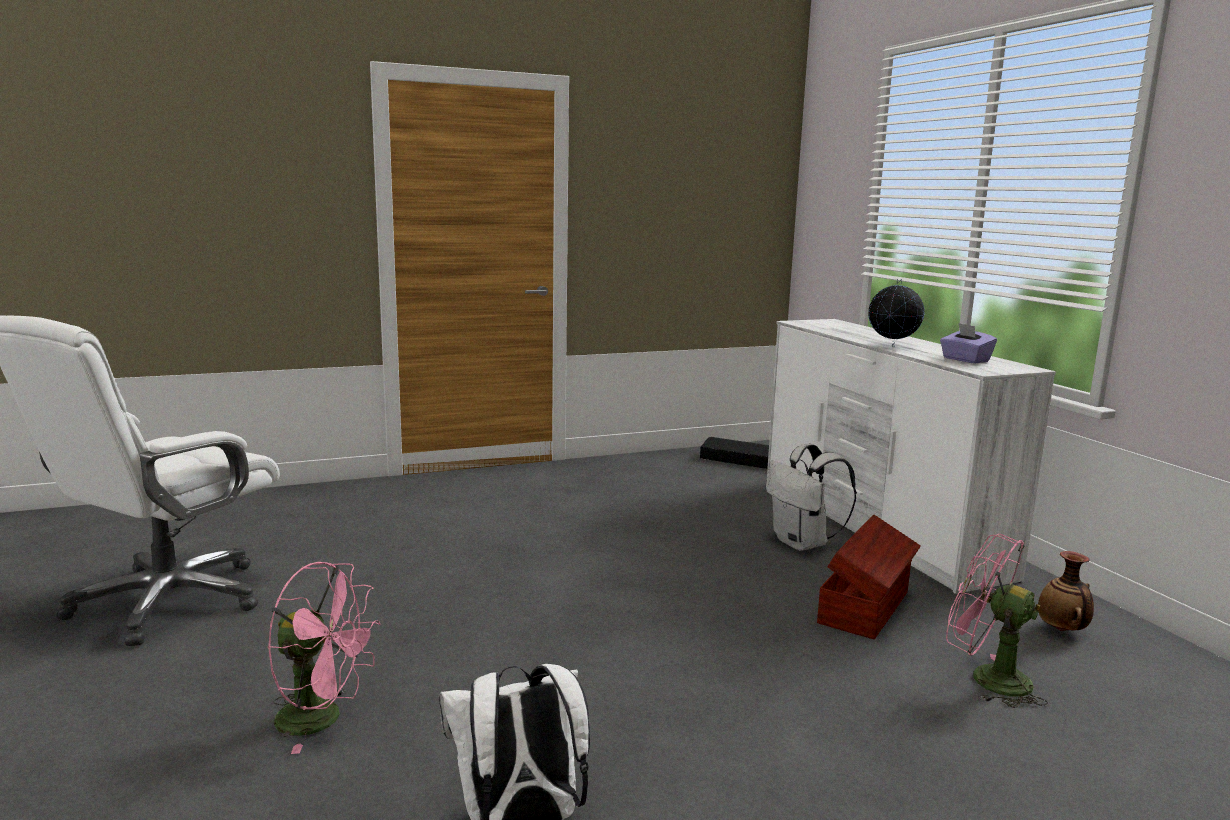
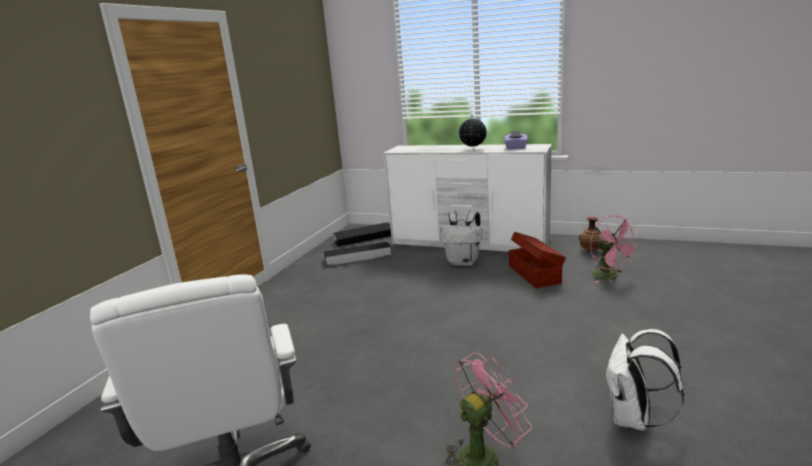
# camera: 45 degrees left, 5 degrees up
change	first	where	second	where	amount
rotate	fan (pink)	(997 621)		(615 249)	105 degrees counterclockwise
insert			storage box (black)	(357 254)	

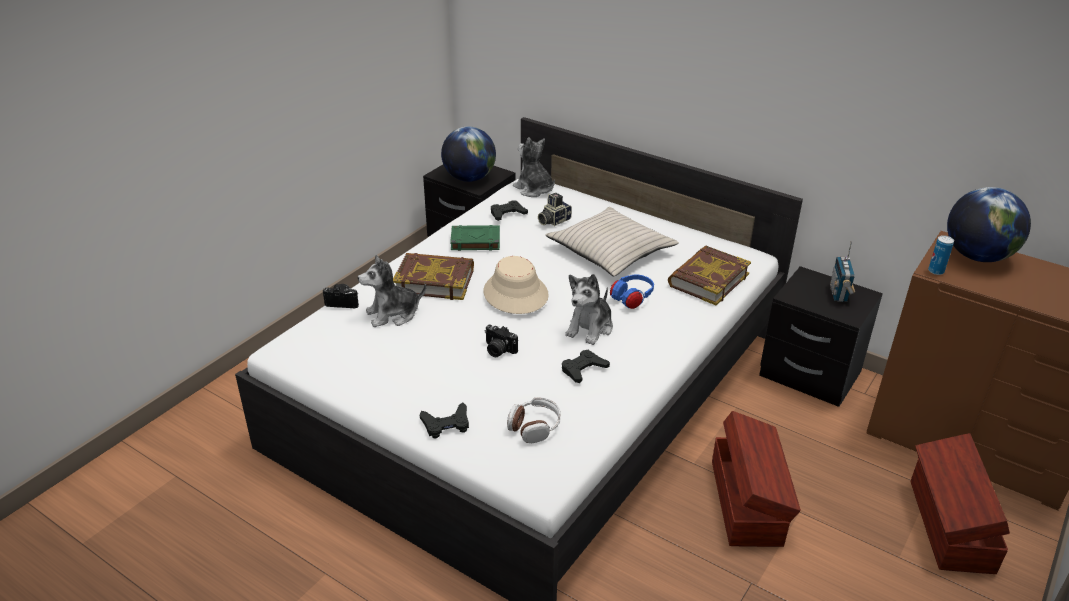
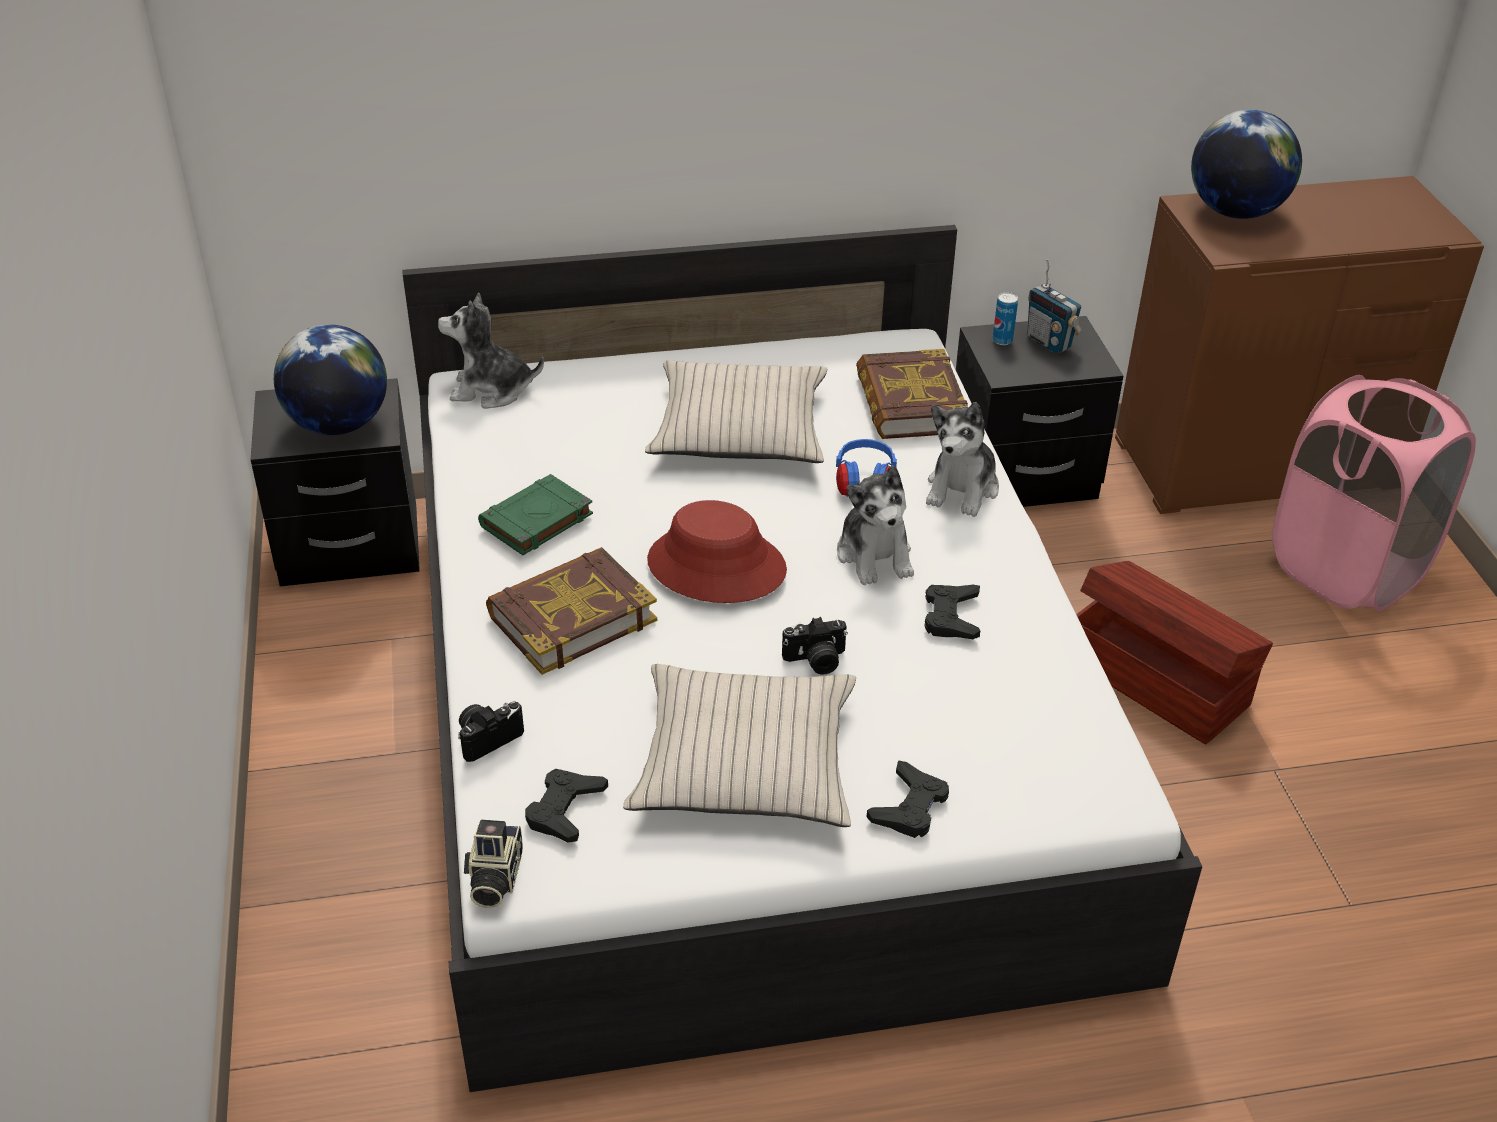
# camera: 45 degrees left, 5 degrees up
change	first	where	second	where	amount
move	photo camera	(555 209)		(493 864)	
move	game controller (black)	(509 211)		(566 806)	
move	can	(941 255)		(1005 318)	
move	plush toy	(392 290)		(962 459)	
recolor	hat (beige)	(516 285)	hat (red)	(717 551)	
delete	headphones	(534 420)			
replace	storage box (brown)	(960 503)	laundry basket (pink)	(1374 493)	
insert			pillow (beige)	(739 745)	

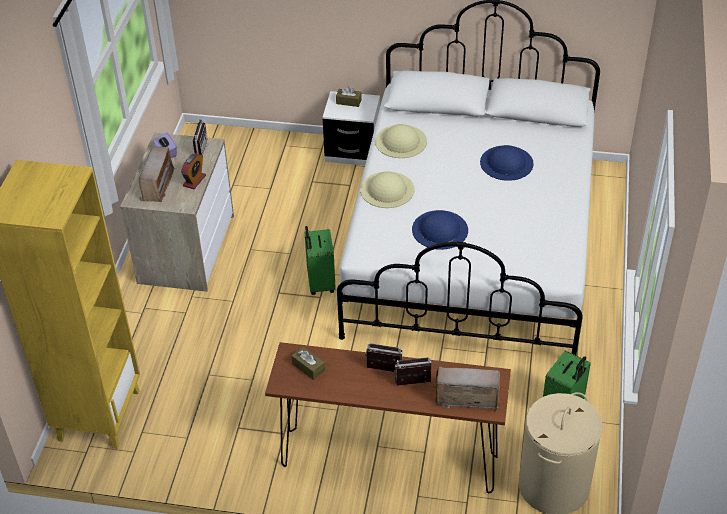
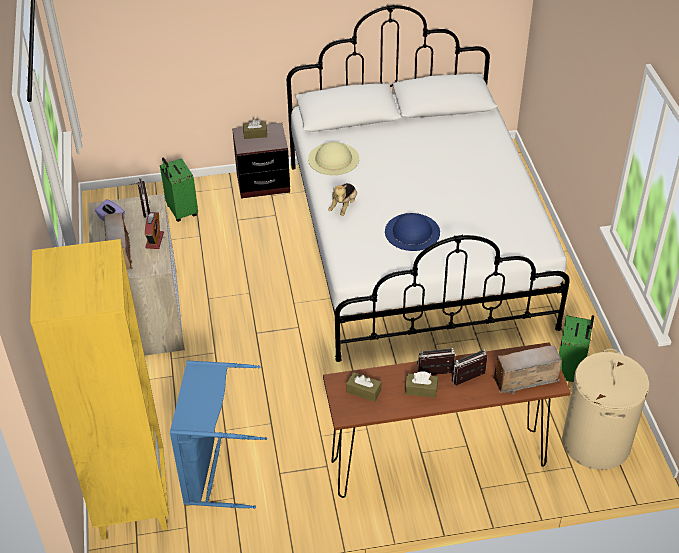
# camera: 20 degrees left, 0 degrees up
change	first	where	second	where	amount
recolor	nightstand (white)	(351 128)	nightstand (brown)	(261 161)	
delete	hat (blue)	(507 163)			
replace	hat (beige)	(387 189)	plush toy	(342 199)	
move	suitcase (green)	(320 260)		(179 190)	
insert			laundry basket (blue)	(218 434)	
insert			tissue box (brown)	(421 384)	

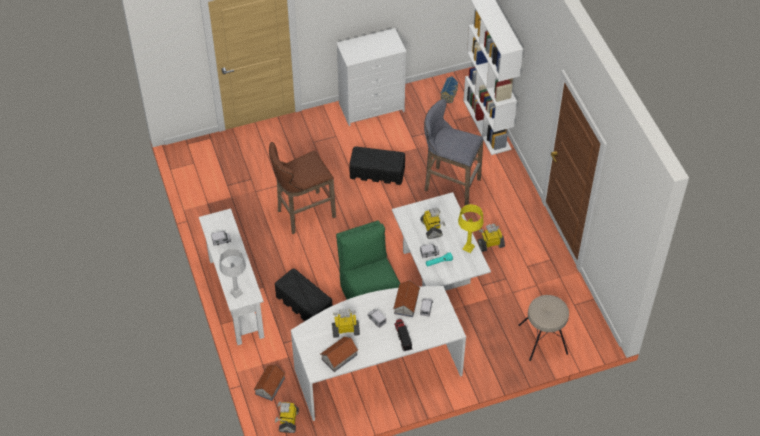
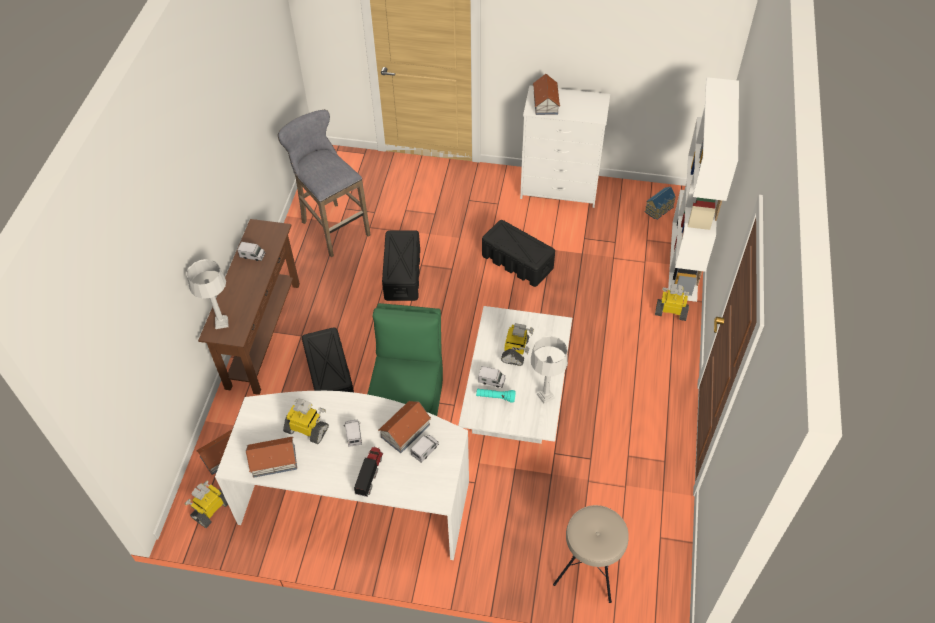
# camera: 30 degrees right, 0 degrees up
change	first	where	second	where	amount
move	stool (grey)	(454 152)		(324 183)	
replace	stool (brown)	(302 188)	storage box (black)	(401 265)	
recolor	table lamp (yellow)	(471 228)	table lamp (grey)	(549 370)	
recolor	console table (white)	(231 276)	console table (brown)	(249 307)	
move	toy robot	(491 238)		(672 302)	
insert			toy house	(546 94)	

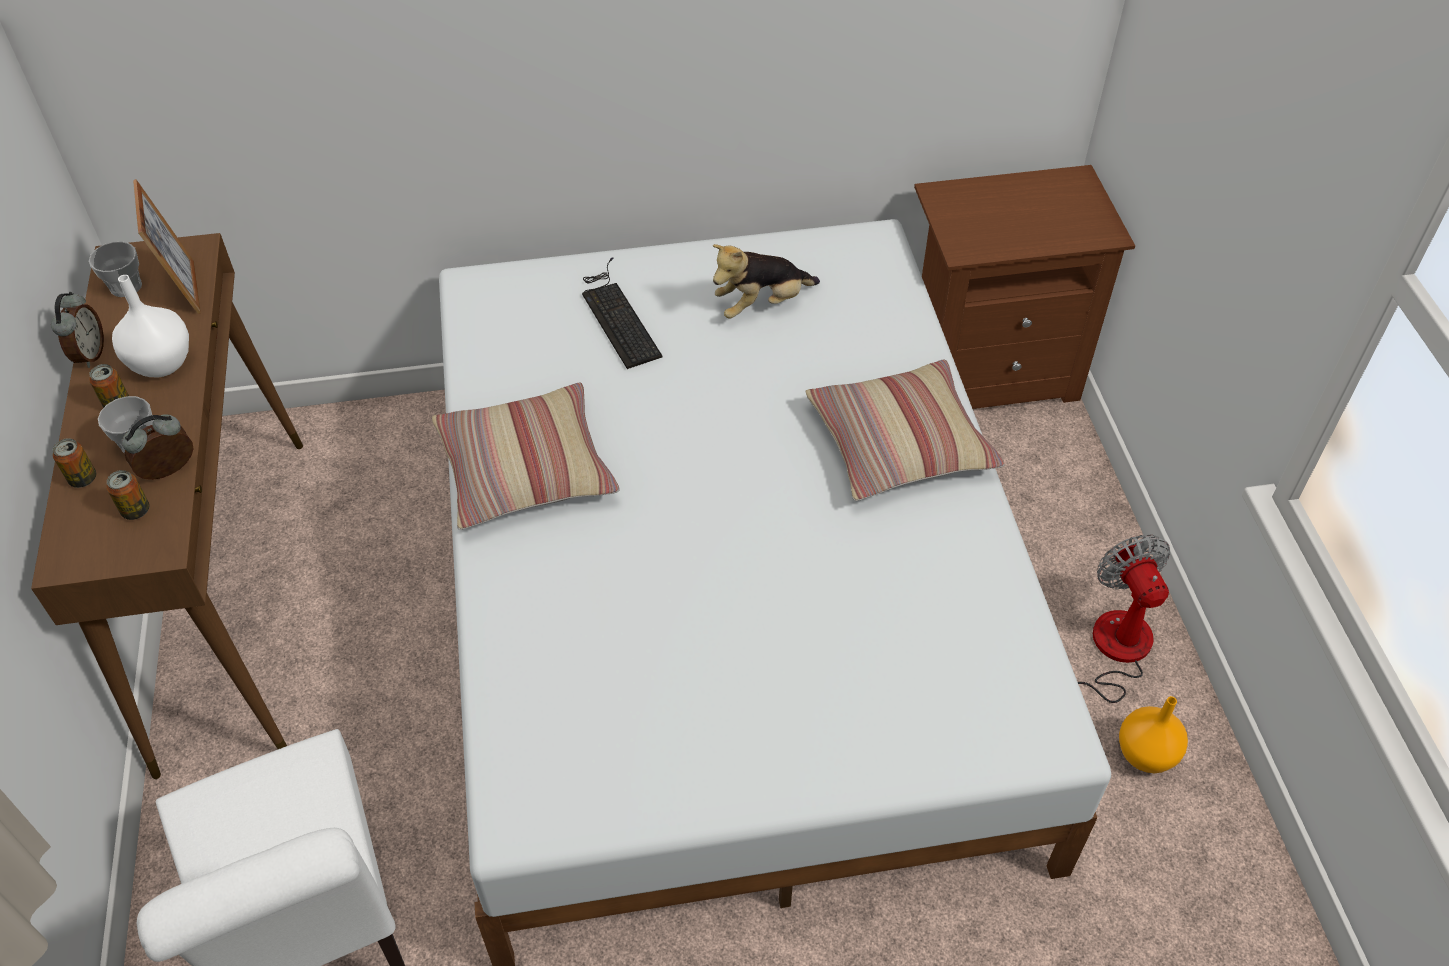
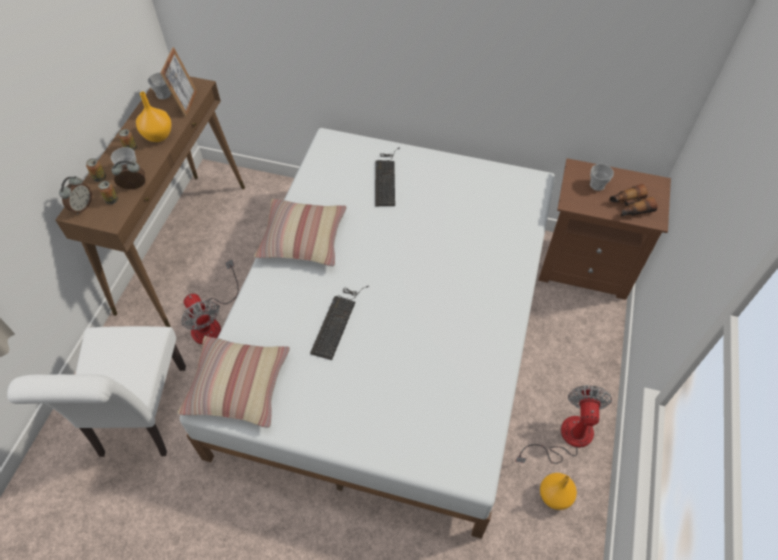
# camera: 25 degrees right, 5 degrees up
change	first	where	second	where	amount
delete	plush toy	(766 281)			
recolor	vase (white)	(150 326)	vase (orange)	(154 117)	
move	alarm clock	(77 330)		(75 195)	
move	pillow	(905 430)		(234 382)	
insert			cup	(602 177)	
insert			binoculars	(633 200)	
insert			fan	(210 302)	
insert			keyboard	(339 323)	

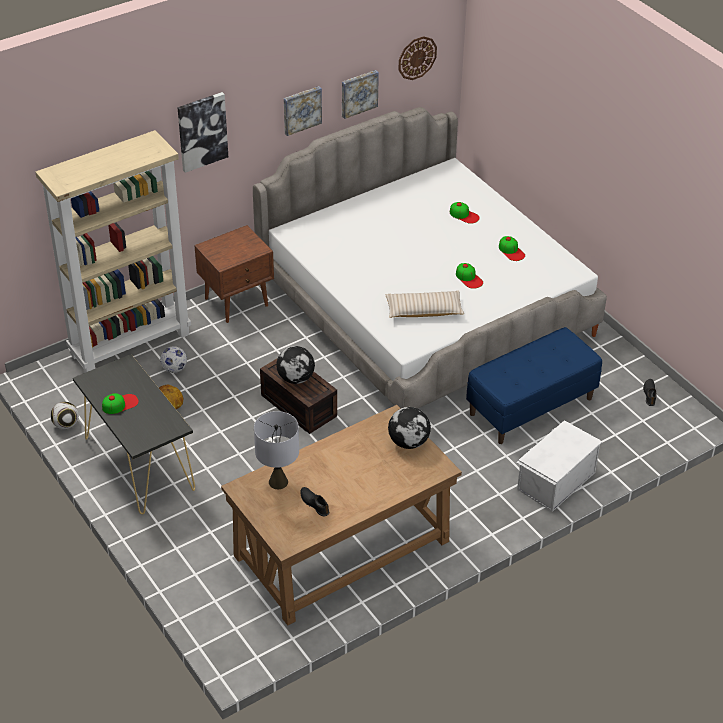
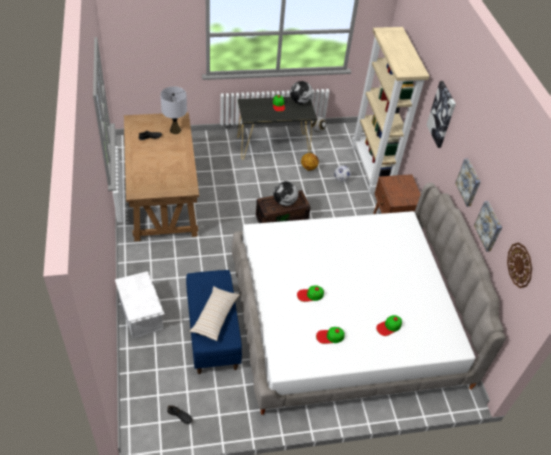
# camera: 110 degrees right, 5 degrees up
change	first	where	second	where	amount
move	pillow (beige)	(424 304)		(214 313)	
move	globe	(409 428)		(301 92)	

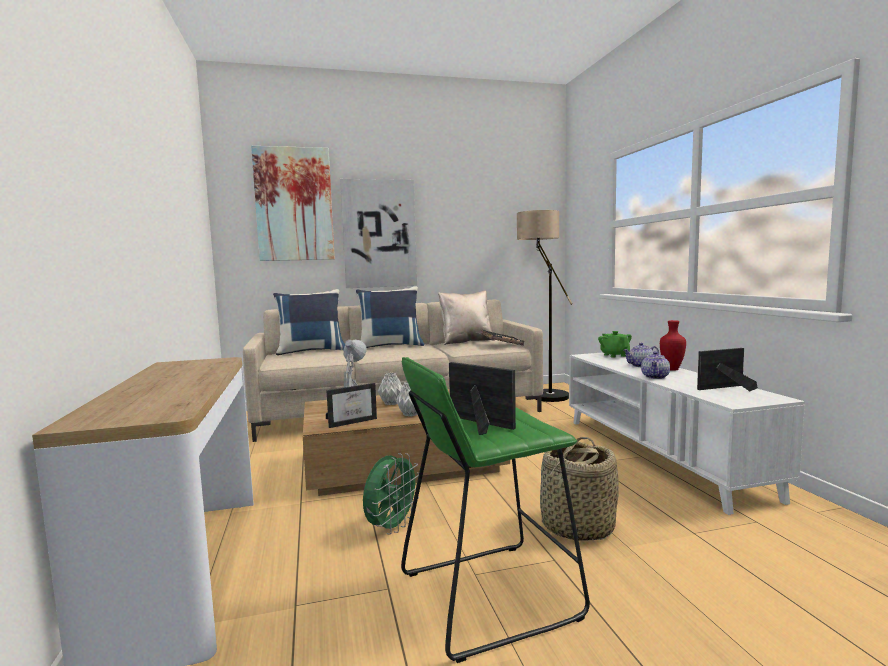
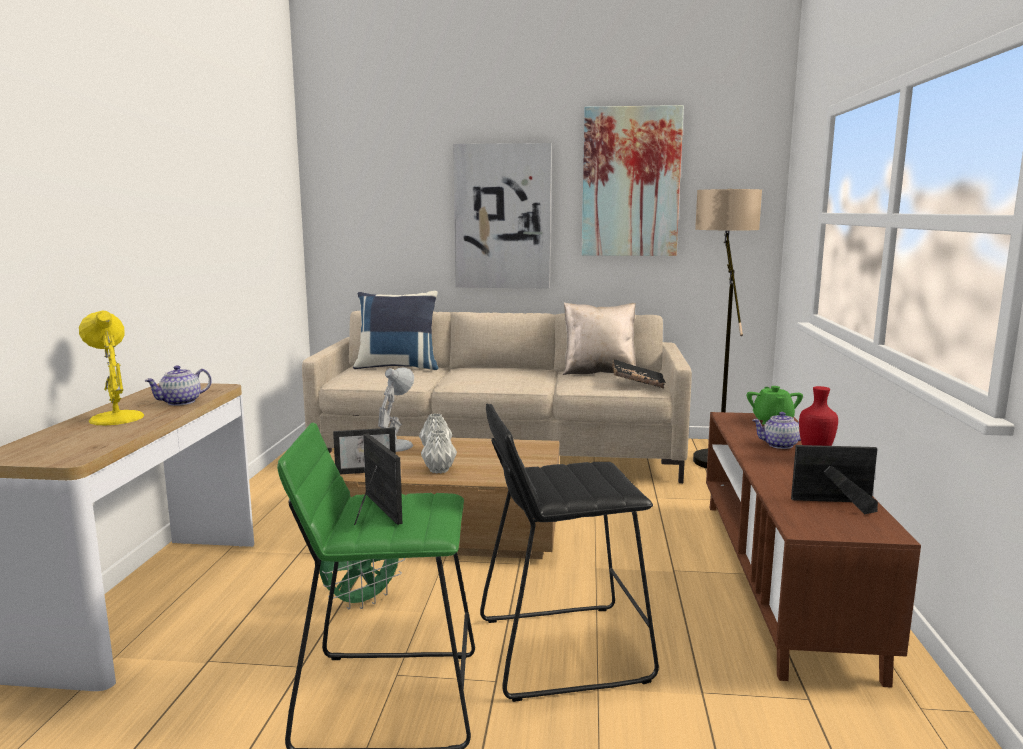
# camera: 20 degrees right, 5 degrees up
change	first	where	second	where	amount
move	picture	(293 203)		(633 180)	
delete	pillow (blue)	(390 317)			
move	teapot	(655 365)		(178 385)	
recolor	tv stand (white)	(687 434)	tv stand (brown)	(813 550)	
replace	basket	(579 489)	stool (black)	(569 552)	
insert			table lamp (yellow)	(112 368)	

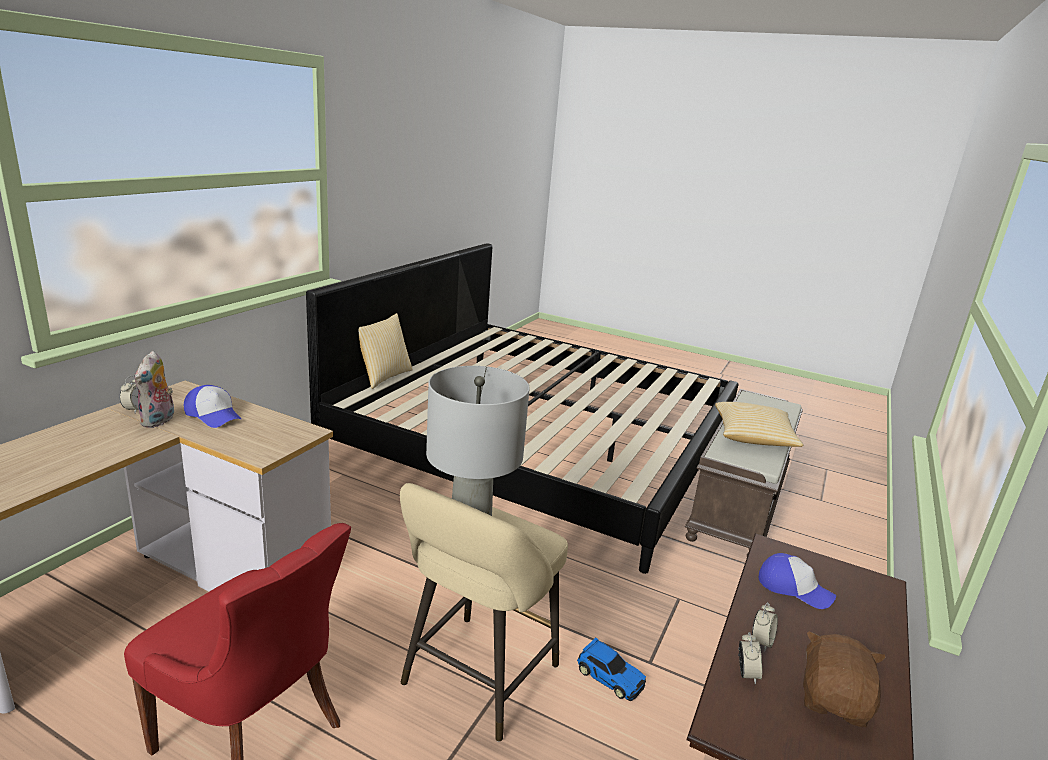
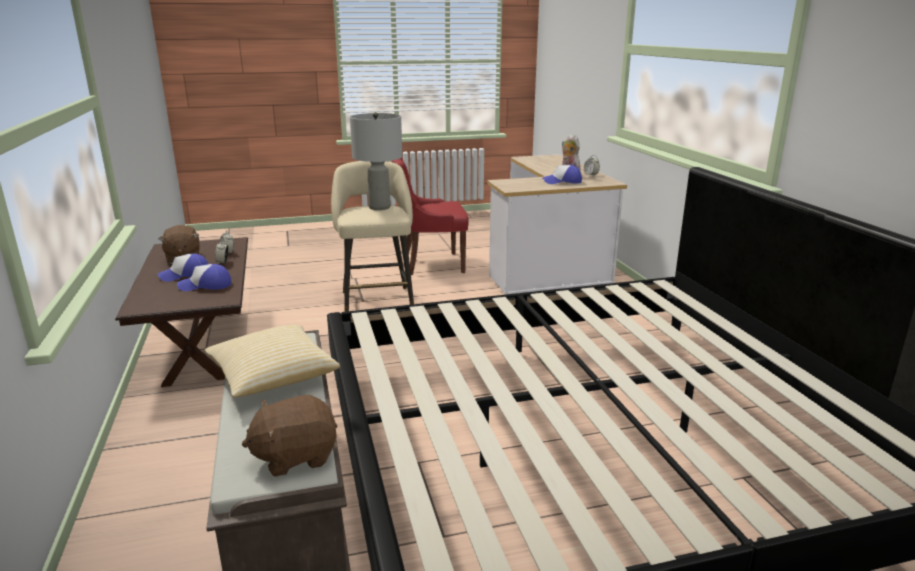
# camera: 140 degrees right, 0 degrees up
change	first	where	second	where	amount
delete	pillow	(386 351)			
delete	toy car	(611 669)			
insert			cap	(183 268)	
insert			plush toy (brown)	(289 436)	

